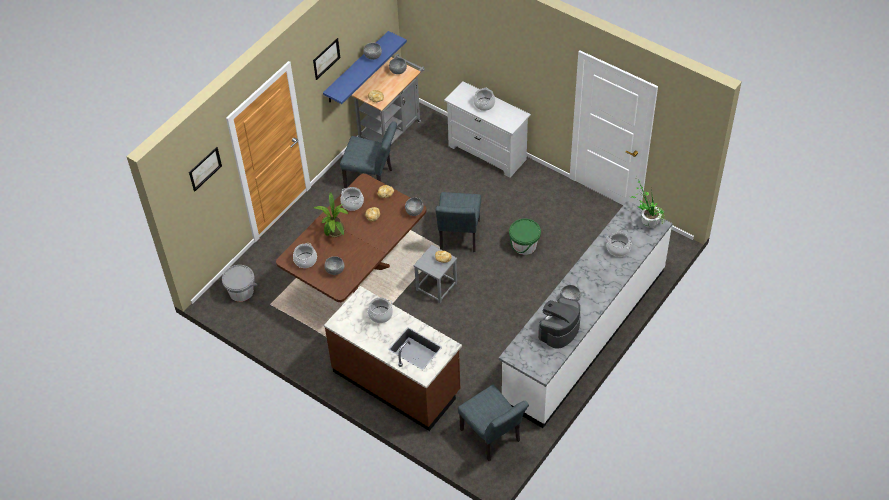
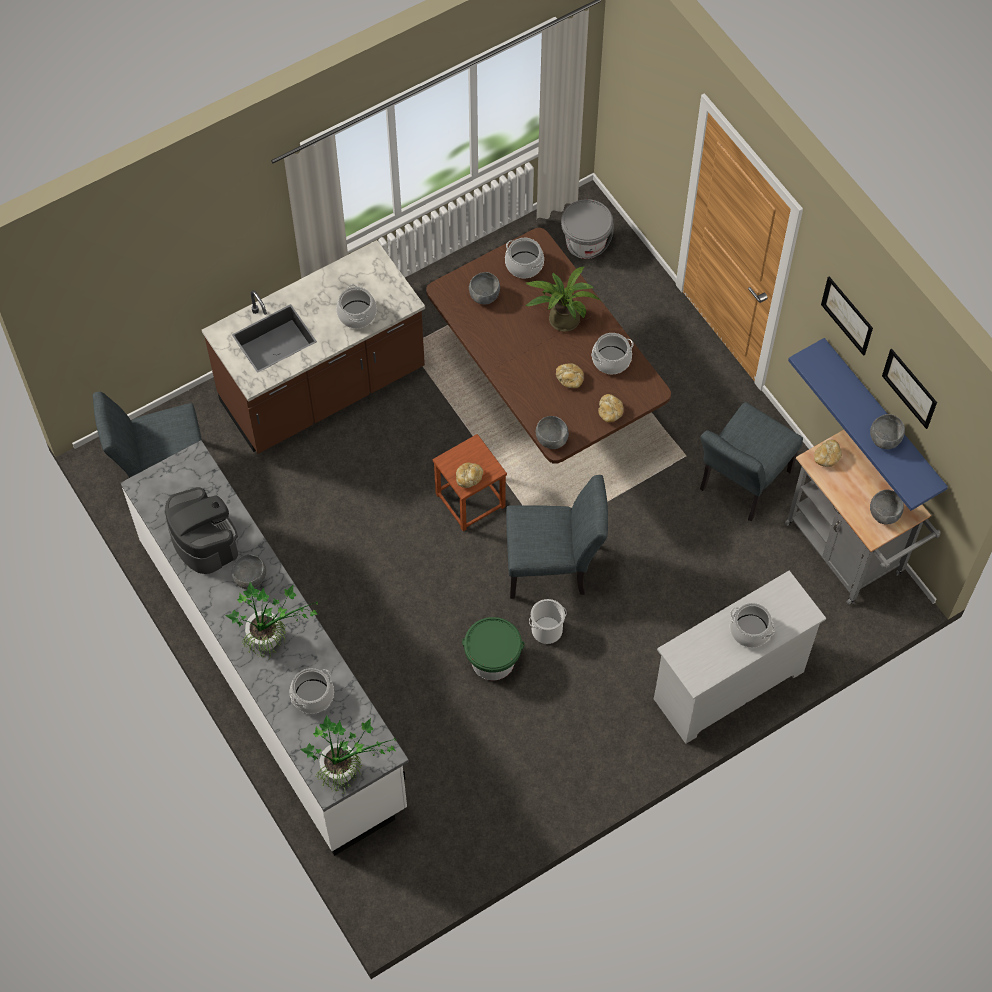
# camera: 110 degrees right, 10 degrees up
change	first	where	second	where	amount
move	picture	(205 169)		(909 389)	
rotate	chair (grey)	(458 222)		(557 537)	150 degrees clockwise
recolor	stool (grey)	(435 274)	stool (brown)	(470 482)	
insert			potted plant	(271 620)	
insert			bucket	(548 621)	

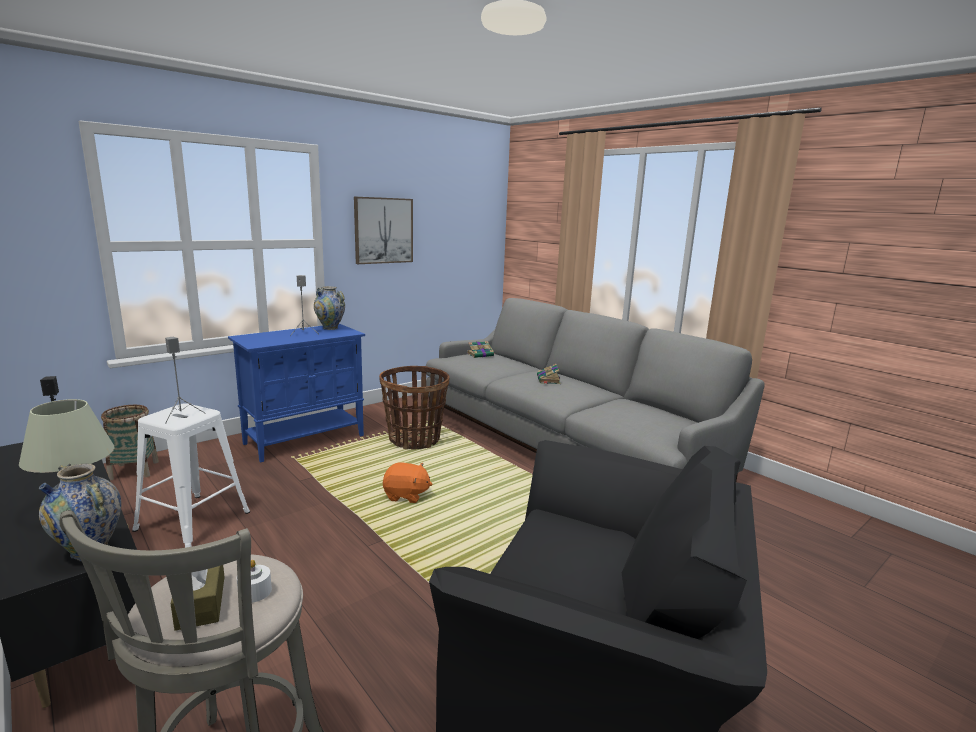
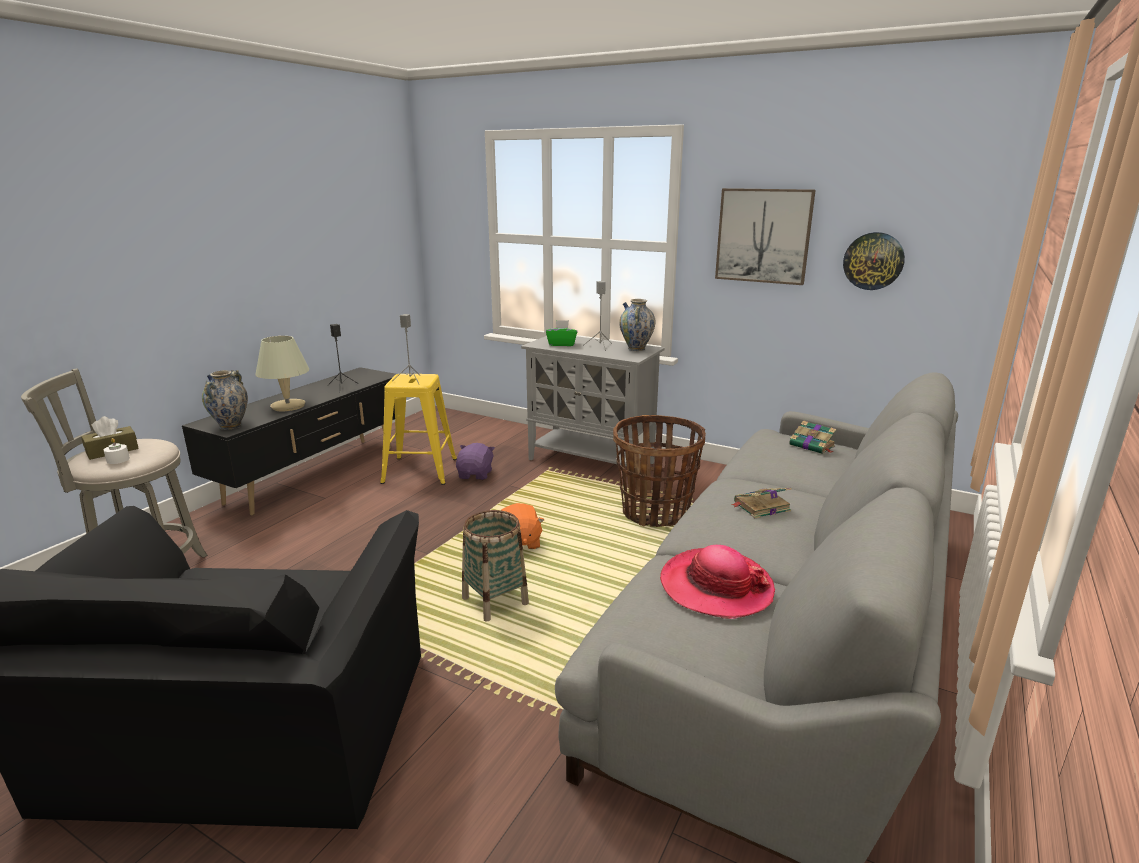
# camera: 70 degrees right, 5 degrees up
change	first	where	second	where	amount
recolor	cabinet (blue)	(296 393)	cabinet (grey)	(593 402)	
recolor	stool (white)	(191 475)	stool (yellow)	(418 429)	
move	basket	(130 442)		(495 566)	
insert			wall clock	(874 261)	
insert			tissue box (green)	(562 333)	
insert			plush toy (purple)	(475 461)	
insert			hat	(717 582)	

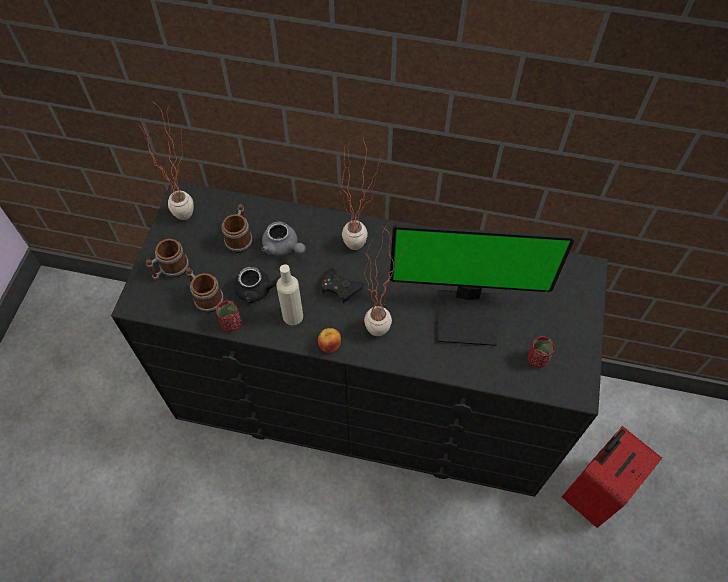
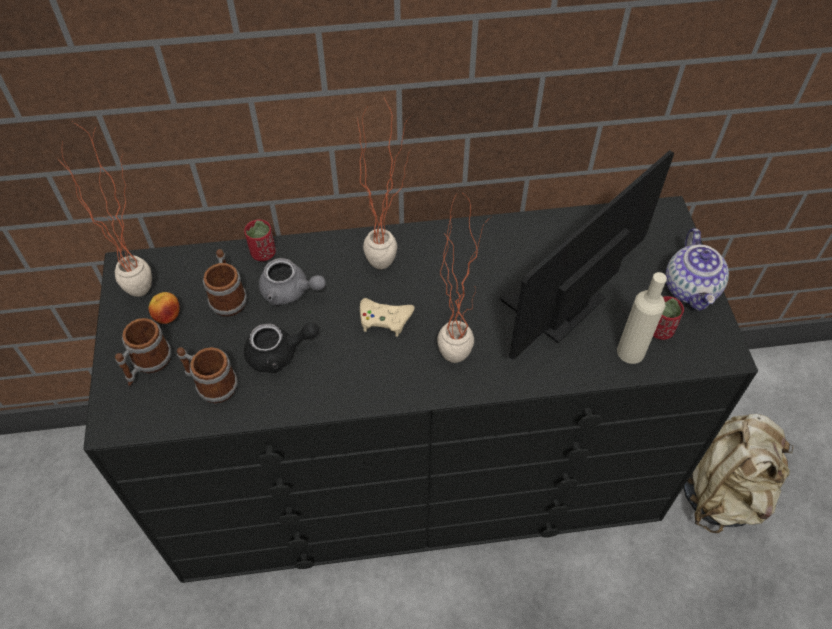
# camera: 20 degrees left, 5 degrees down
change	first	where	second	where	amount
rotate	monitor	(482 285)		(587 254)	150 degrees clockwise
move	bottle (beige)	(289 294)		(642 318)	
recolor	game controller (black)	(342 286)	game controller (beige)	(387 317)	
move	cup (red)	(229 316)		(260 240)	
move	apple	(329 340)		(164 308)	
replace	suitcase (red)	(612 477)	backpack (beige)	(738 473)	
insert			teapot	(697 269)	

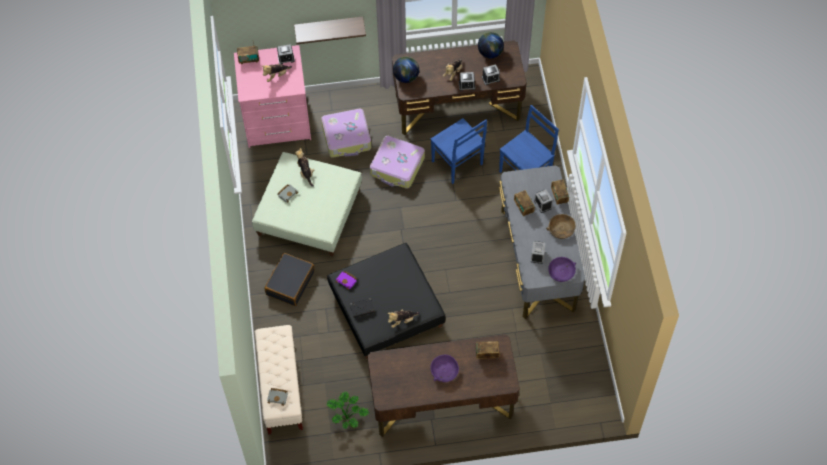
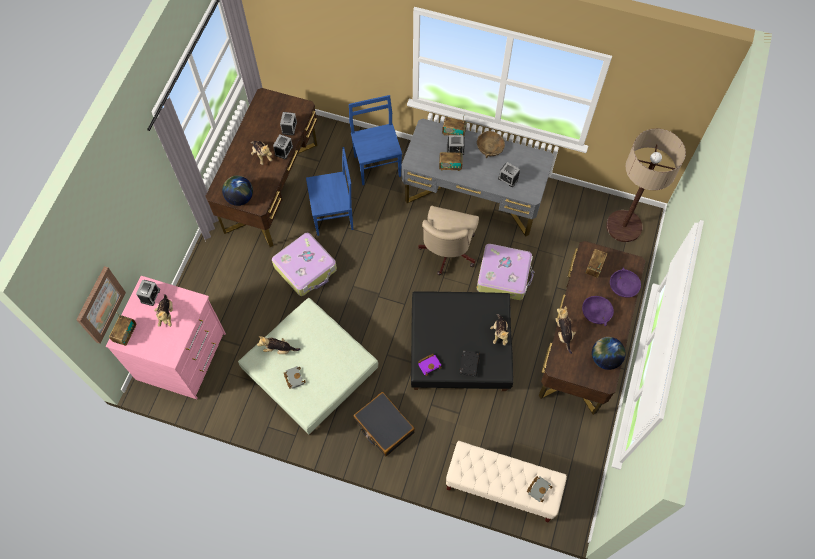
# camera: 65 degrees left, 5 degrees up
change	first	where	second	where	amount
delete	shelf	(330 30)			
move	globe	(491 45)		(608 353)	
move	suitcase	(346 133)		(505 272)	
move	bowl (purple)	(562 269)		(625 283)	
delete	potted plant	(347 410)			
insert			floor lamp	(646 185)	
insert			office chair (beige)	(448 240)	
insert			picture	(101 305)	
insert			plush toy	(565 330)	

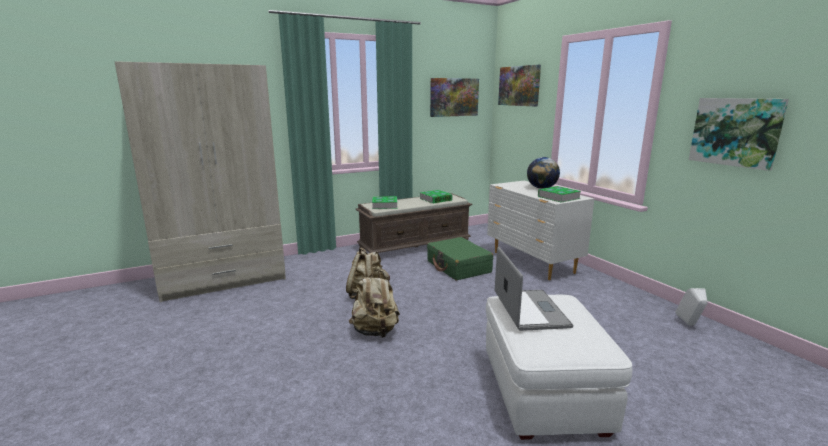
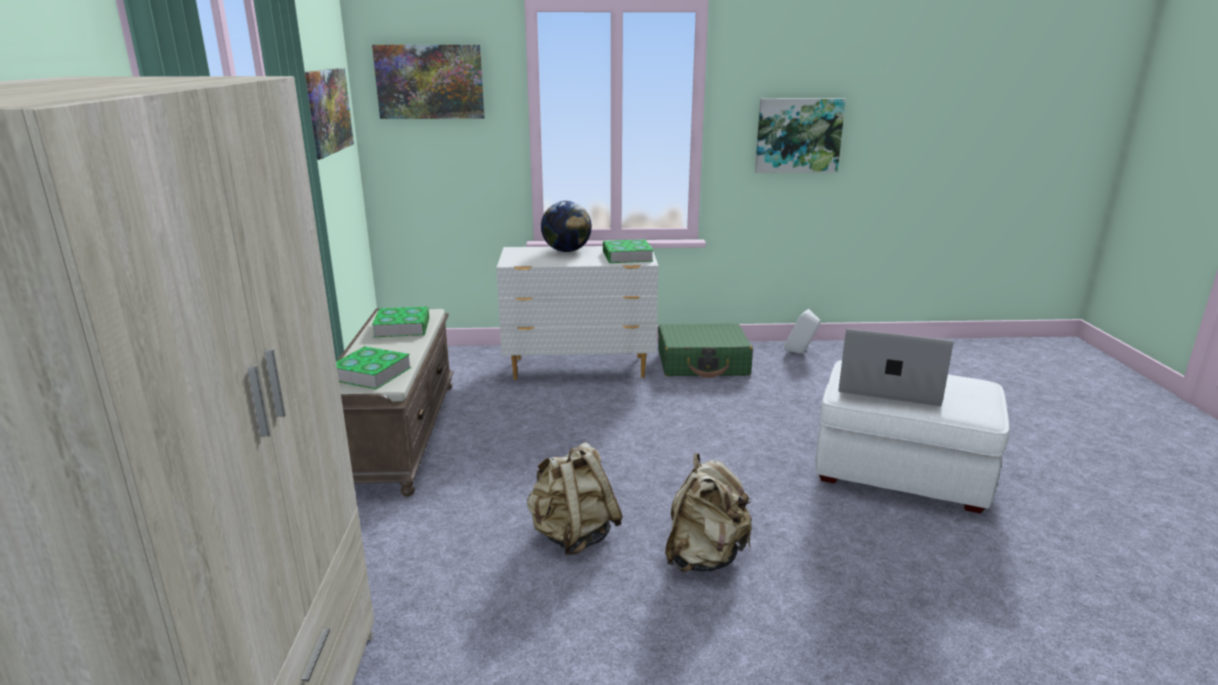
# camera: 65 degrees left, 5 degrees up
change	first	where	second	where	amount
move	suitcase (green)	(460 259)		(705 350)	

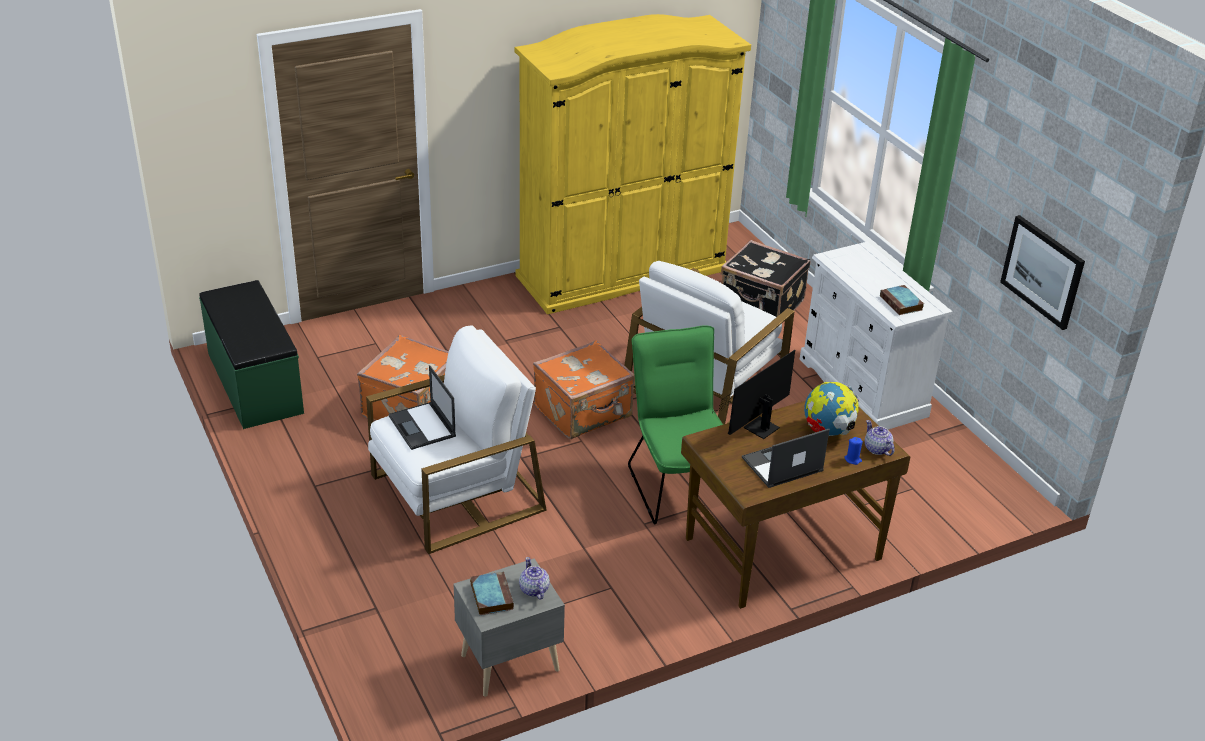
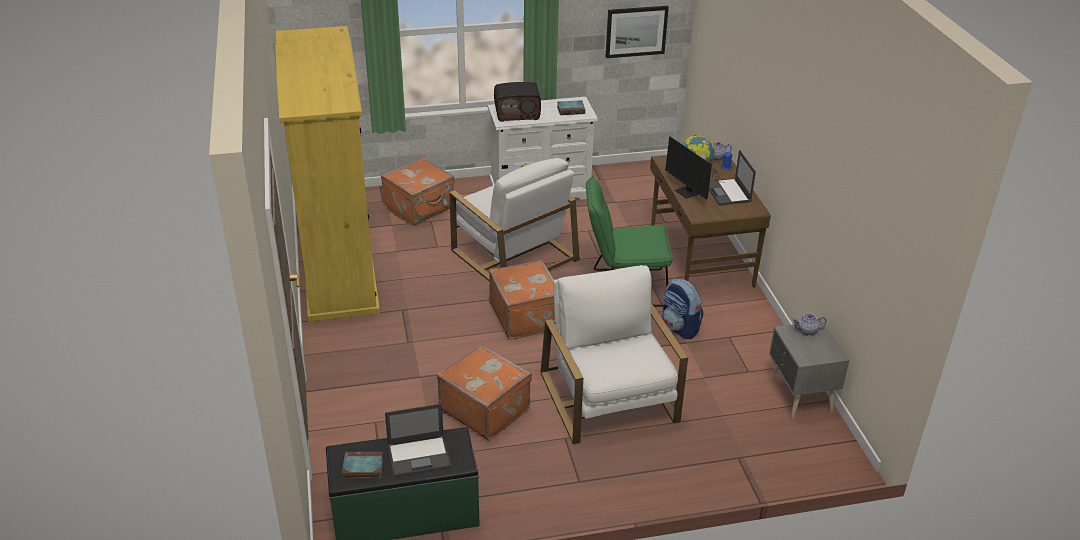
# camera: 75 degrees left, 0 degrees up
change	first	where	second	where	amount
recolor	suitcase (black)	(765 278)	suitcase (orange)	(418 191)	
move	laptop	(422 407)		(418 440)	
move	book	(492 593)		(362 465)	
insert			radio	(517 102)	
insert			backpack	(683 309)	

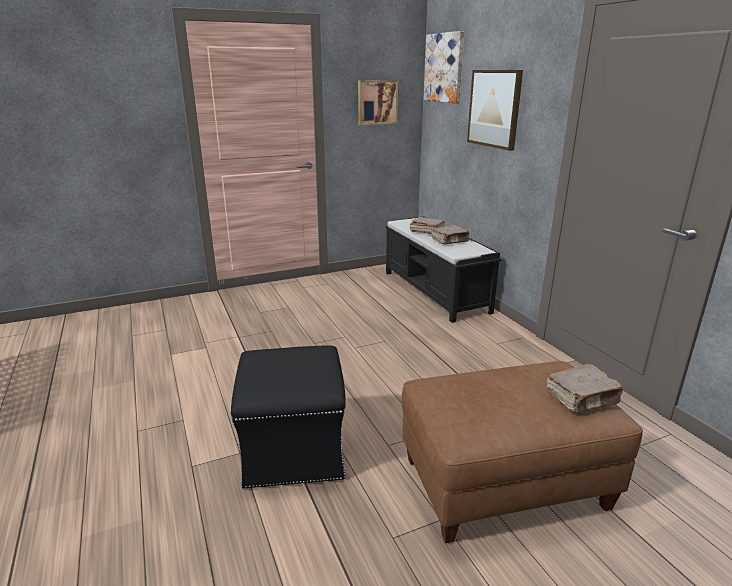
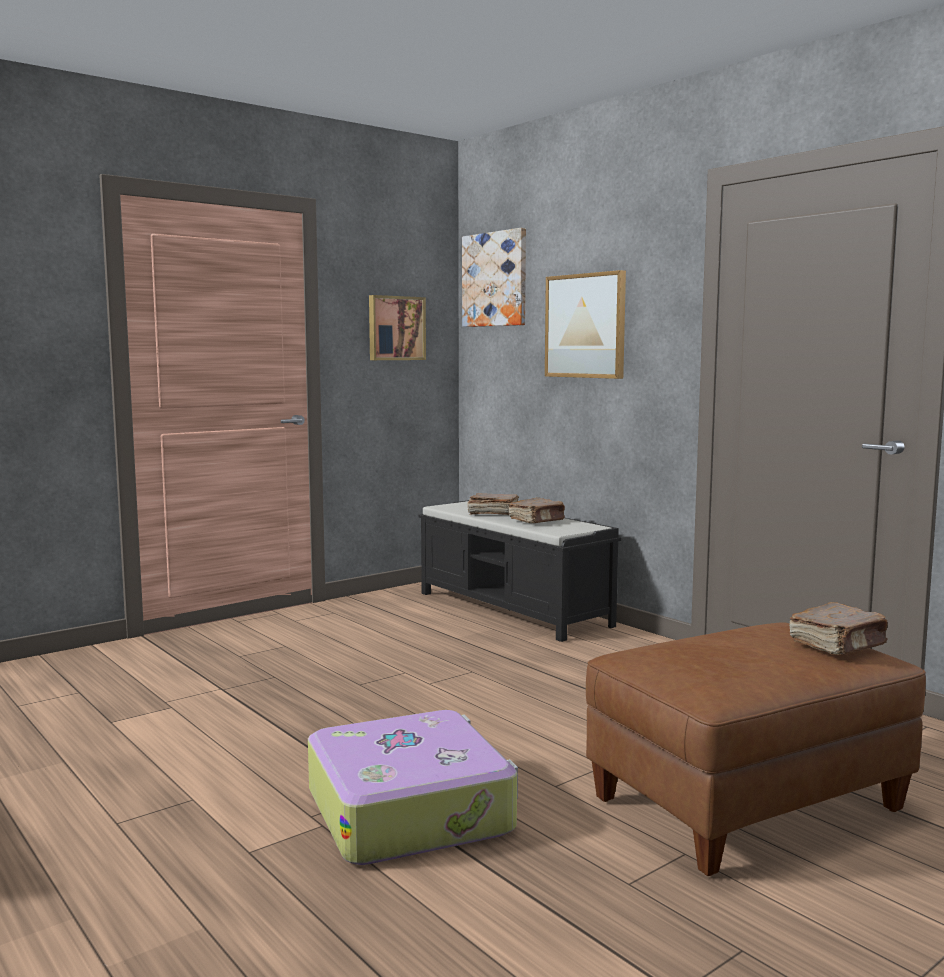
# camera: 15 degrees left, 15 degrees down
change	first	where	second	where	amount
replace	ottoman (black)	(288 417)	suitcase	(413 787)	

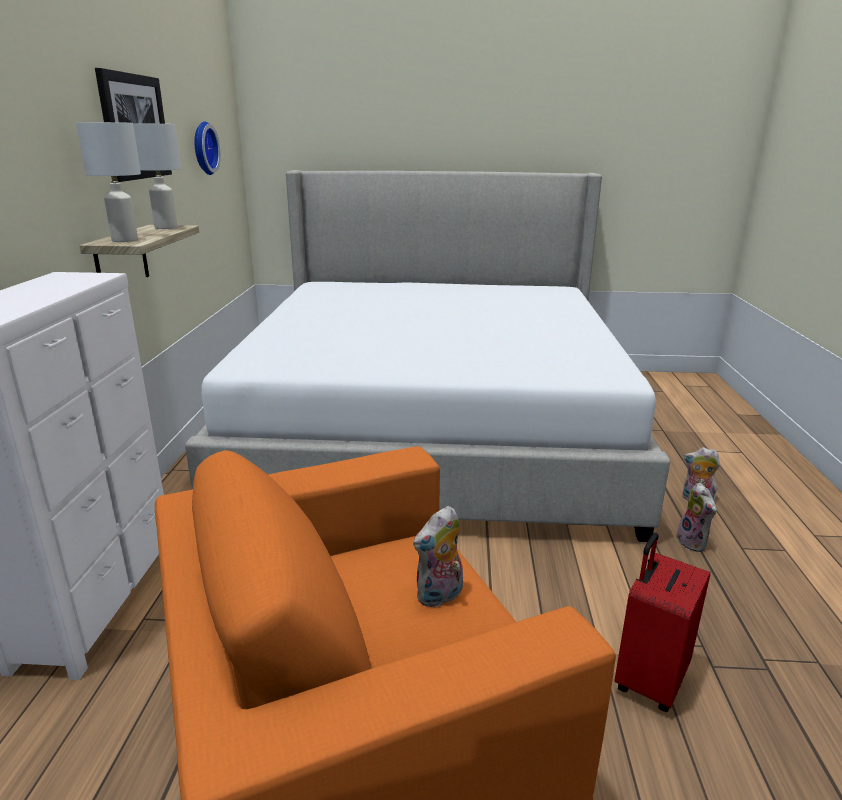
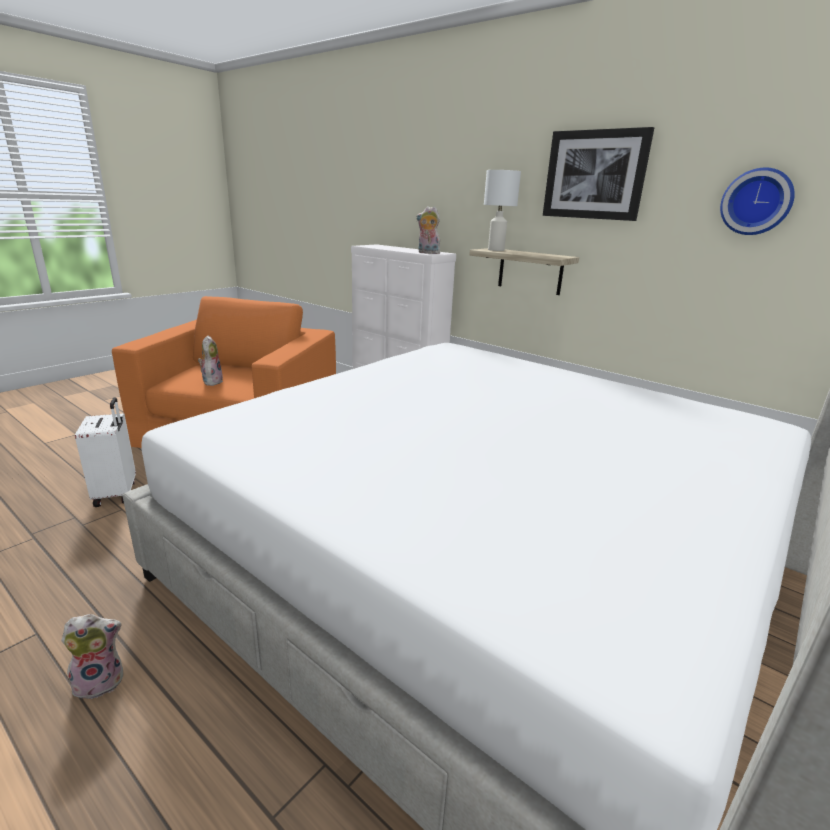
# camera: 125 degrees right, 0 degrees up
change	first	where	second	where	amount
delete	table lamp (white)	(157 176)			
move	plush toy	(697 517)		(428 230)	
recolor	suitcase (red)	(662 622)	suitcase (white)	(105 452)	

